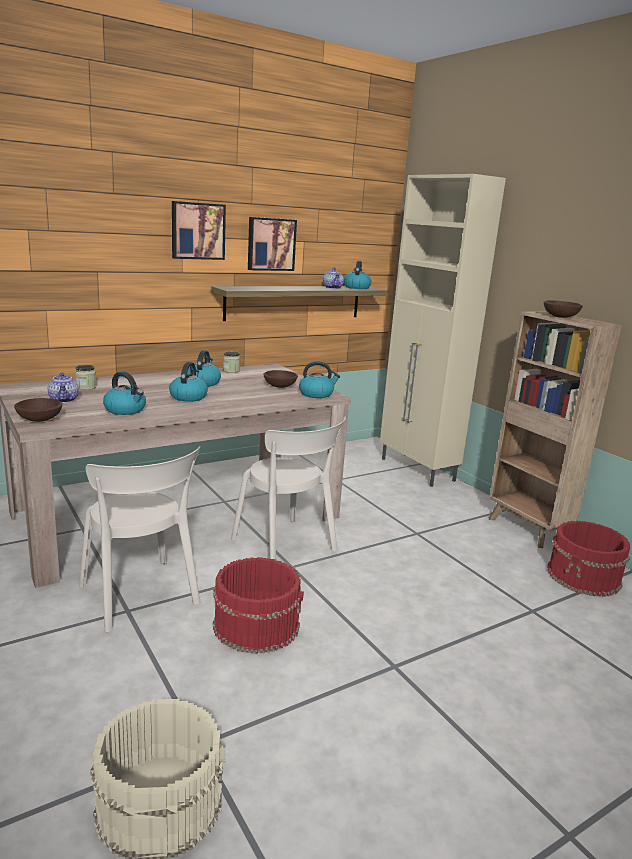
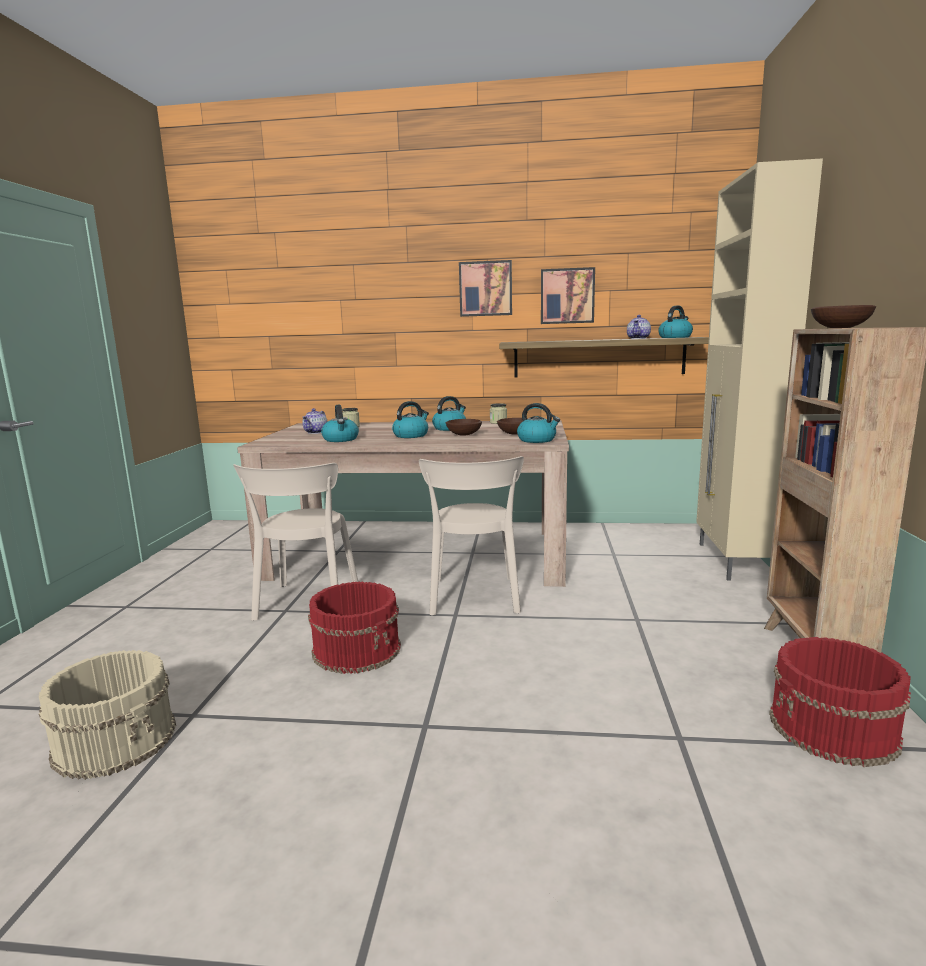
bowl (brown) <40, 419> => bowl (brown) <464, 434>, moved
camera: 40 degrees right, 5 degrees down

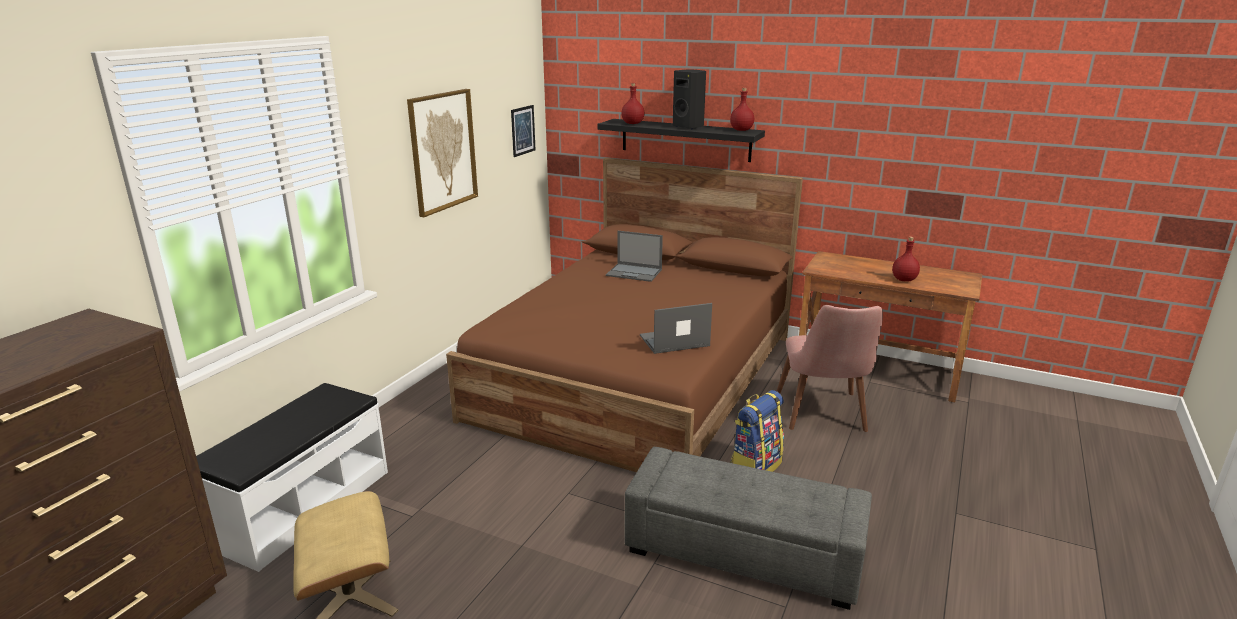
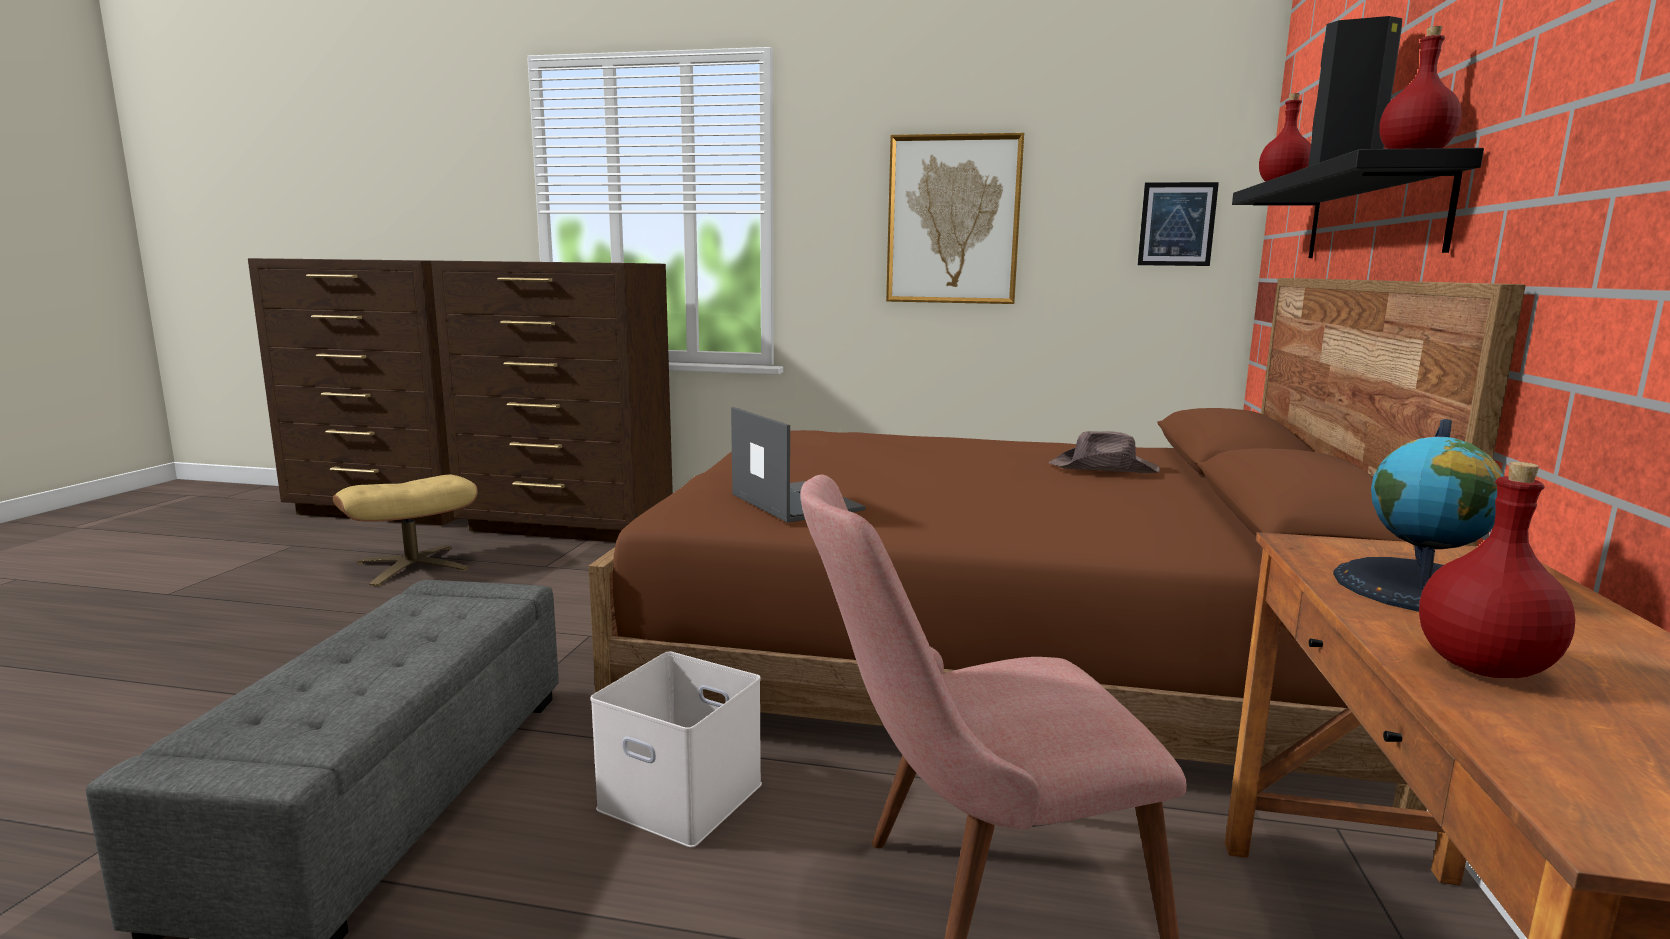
bench (white) <301, 506> => dresser (brown) <568, 526>
backpack <755, 467> => storage box (white) <685, 795>
laptop <634, 273> => hat (brown) <1104, 469>
nothing => globe <1420, 588>
camera: 75 degrees right, 10 degrees down

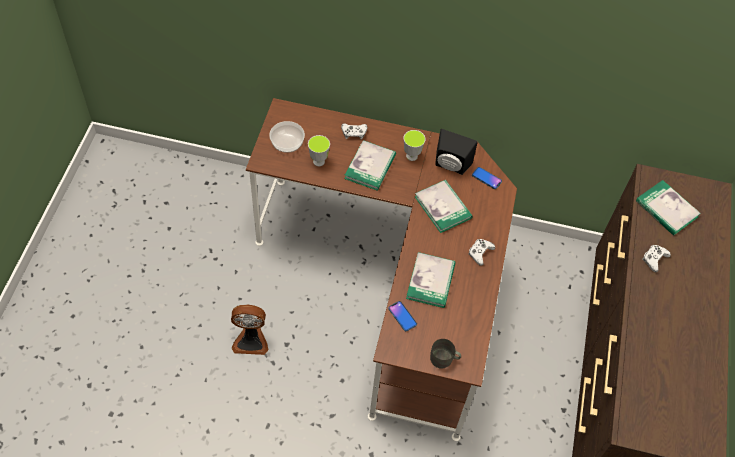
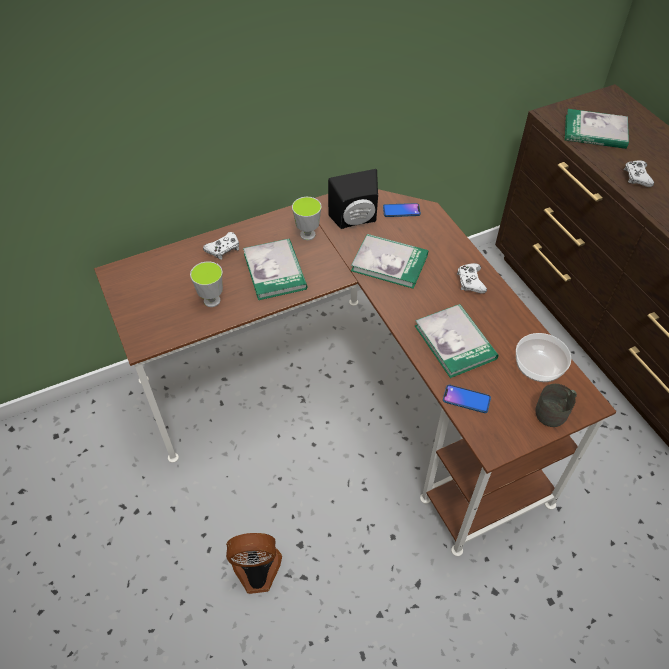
fan <251, 340> => fan <257, 572>, 150 degrees counterclockwise
bowl <287, 143> => bowl <538, 367>, moved
camera: 35 degrees left, 5 degrees down

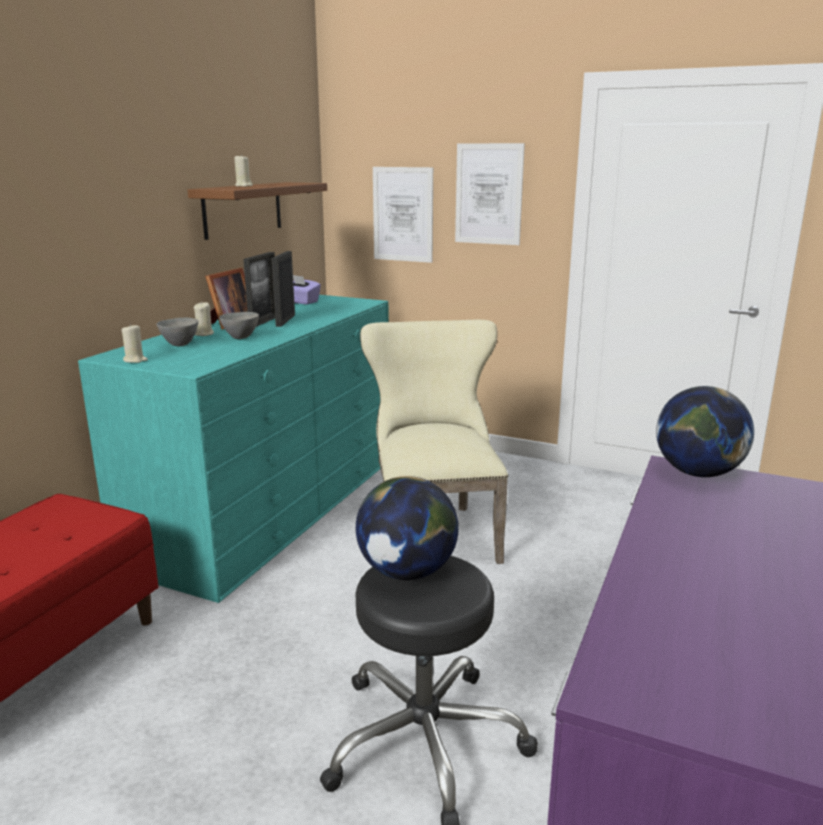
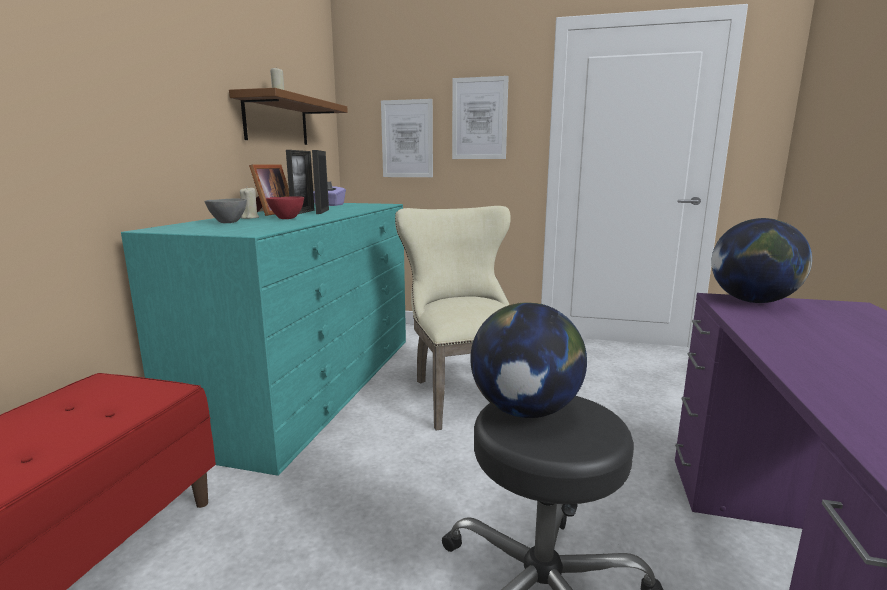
bowl (grey) <240, 337> => bowl (red) <286, 218>
candle (beige) <135, 360> => nothing
camera: 10 degrees left, 5 degrees down

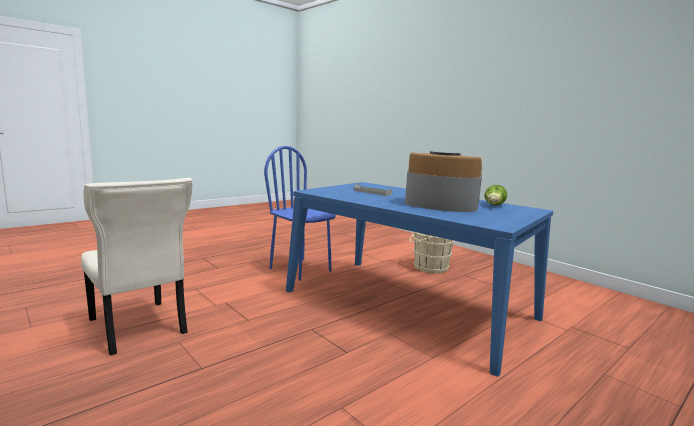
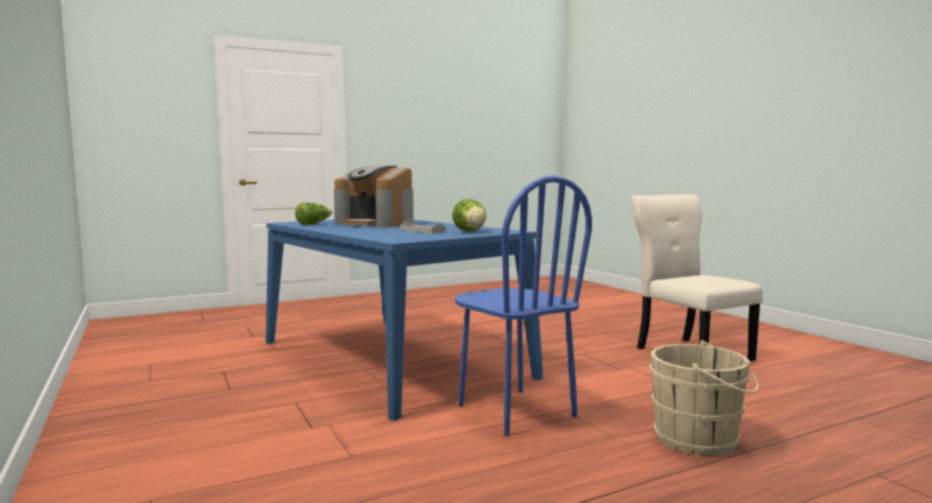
nothing => lettuce <471, 231>
bucket (beige) <428, 267> => bucket (beige) <701, 439>, moved
camera: 165 degrees left, 5 degrees down

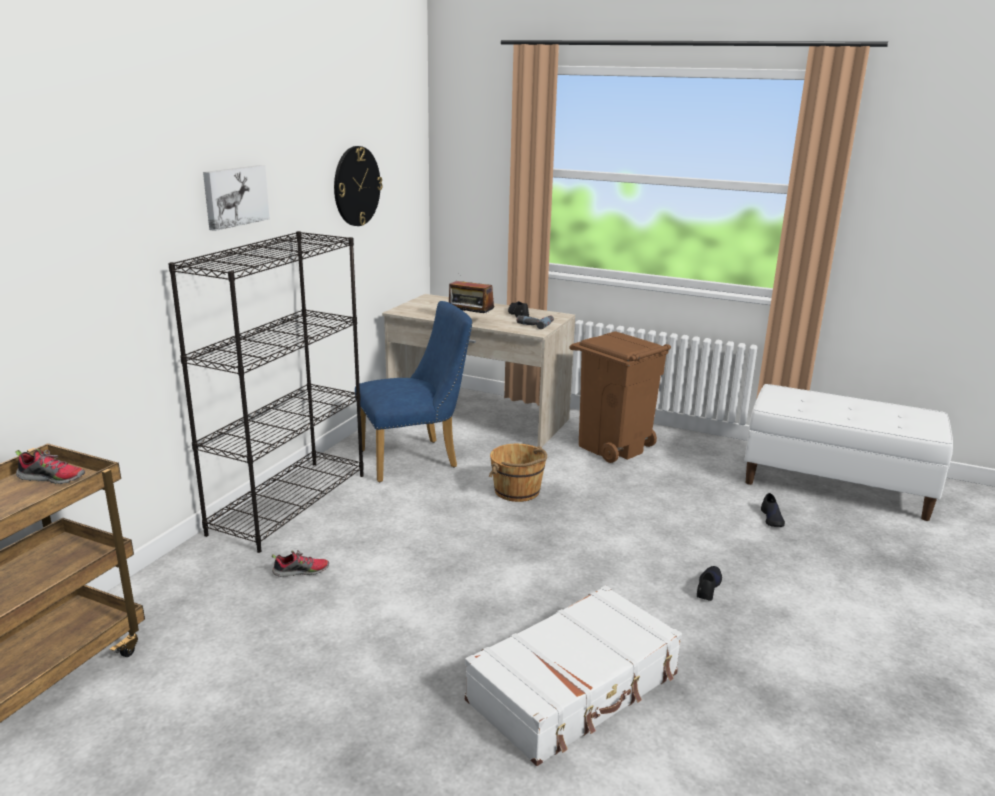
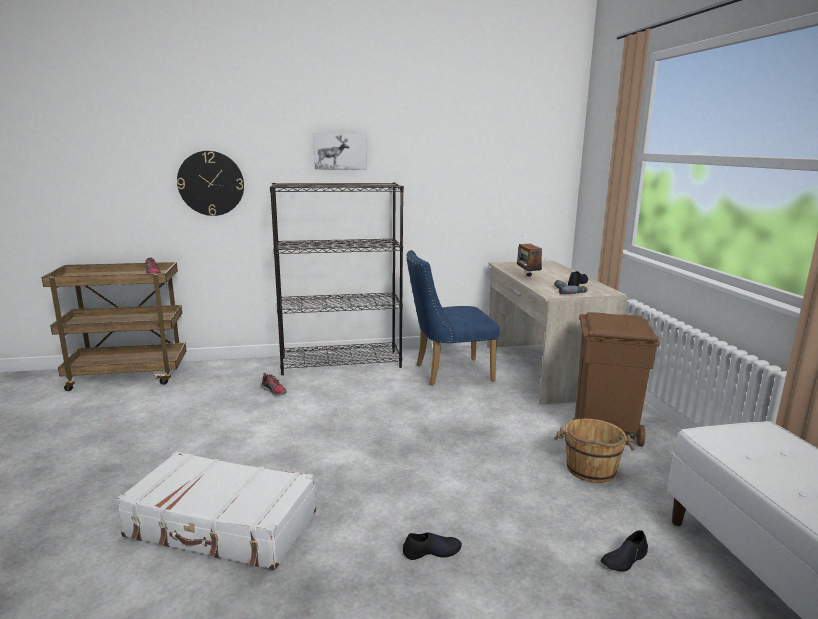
wall clock <356, 186> => wall clock <211, 183>, moved
chair (blue) <415, 459> => chair (blue) <447, 373>, 135 degrees clockwise
bucket (brown) <517, 491> => bucket (brown) <590, 470>, moved
camera: 55 degrees right, 5 degrees down

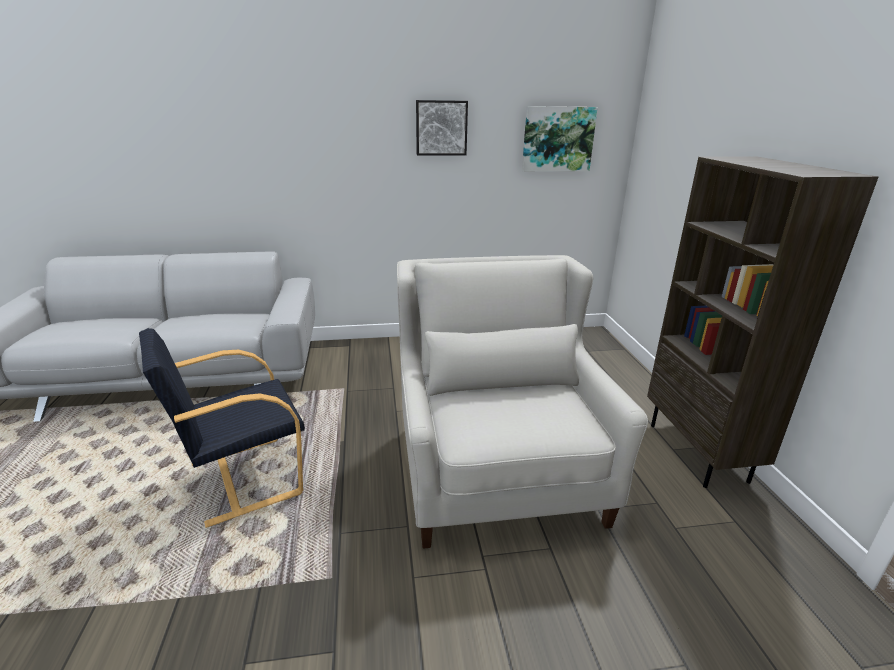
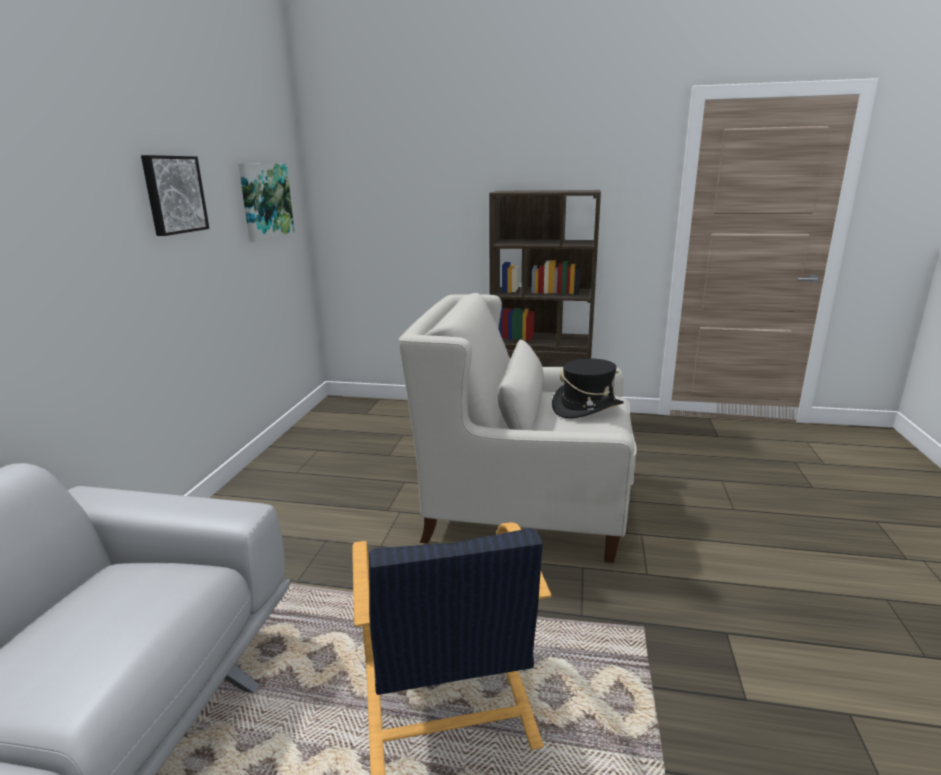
nothing => hat (black) <587, 408>
camera: 70 degrees left, 5 degrees down

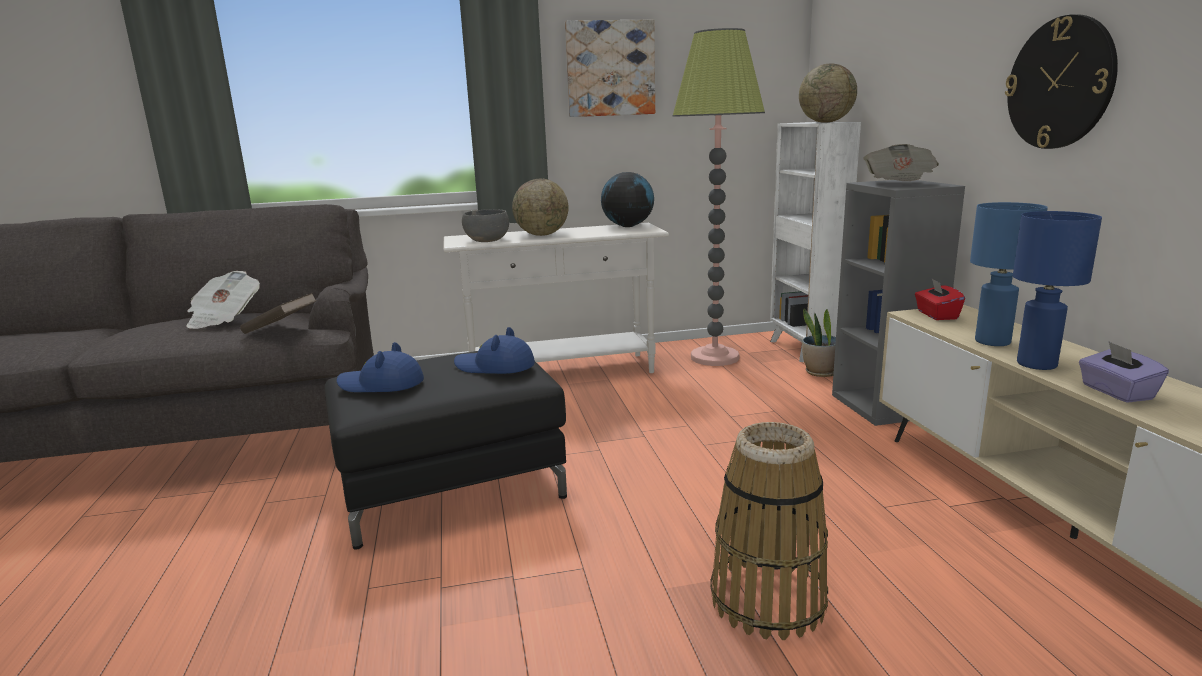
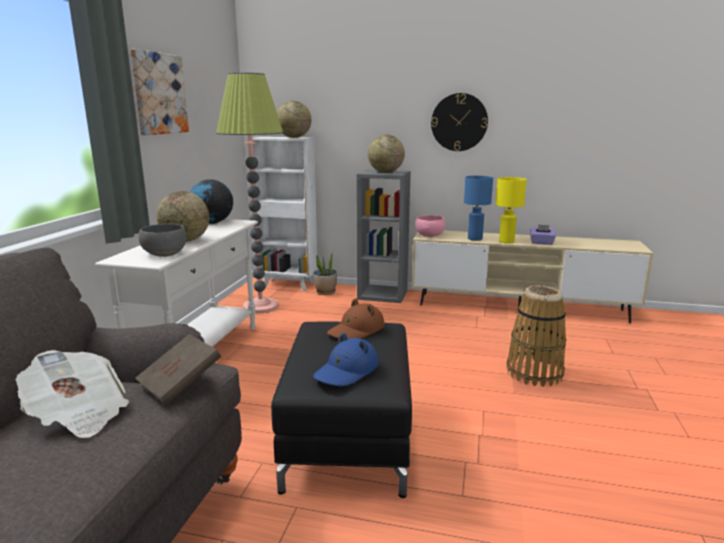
hat (blue) <495, 366> => hat (brown) <356, 330>
newspaper <899, 184> => globe <385, 172>
tissue box (red) <936, 315> => bowl (pink) <430, 235>
table lamp (blue) <1036, 364> => table lamp (yellow) <506, 242>
camera: 65 degrees left, 0 degrees up

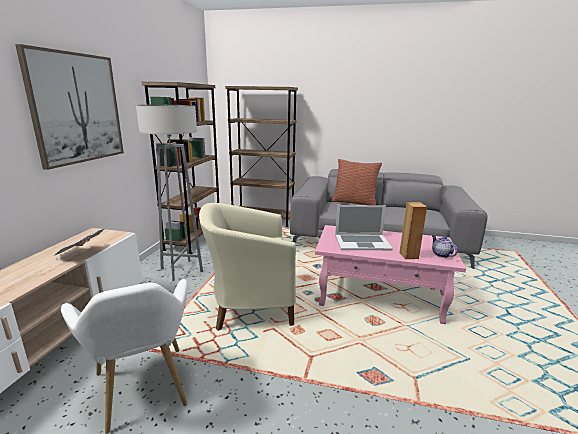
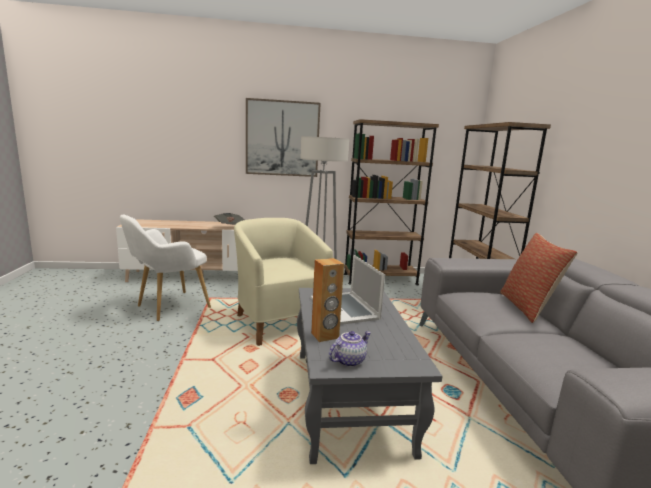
coffee table (pink) <380, 297> => coffee table (grey) <349, 399>
camera: 70 degrees right, 5 degrees down

